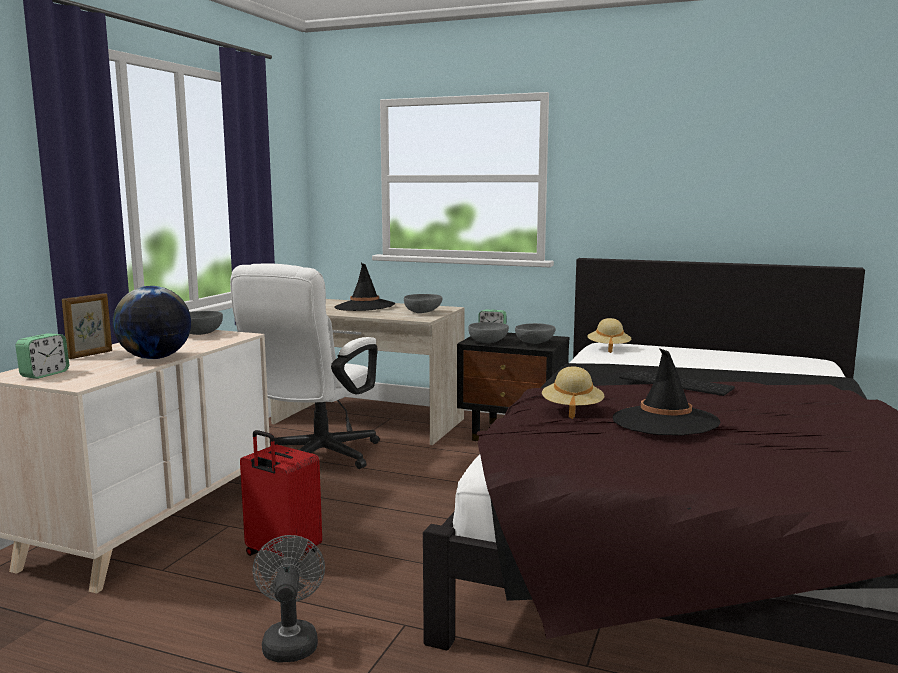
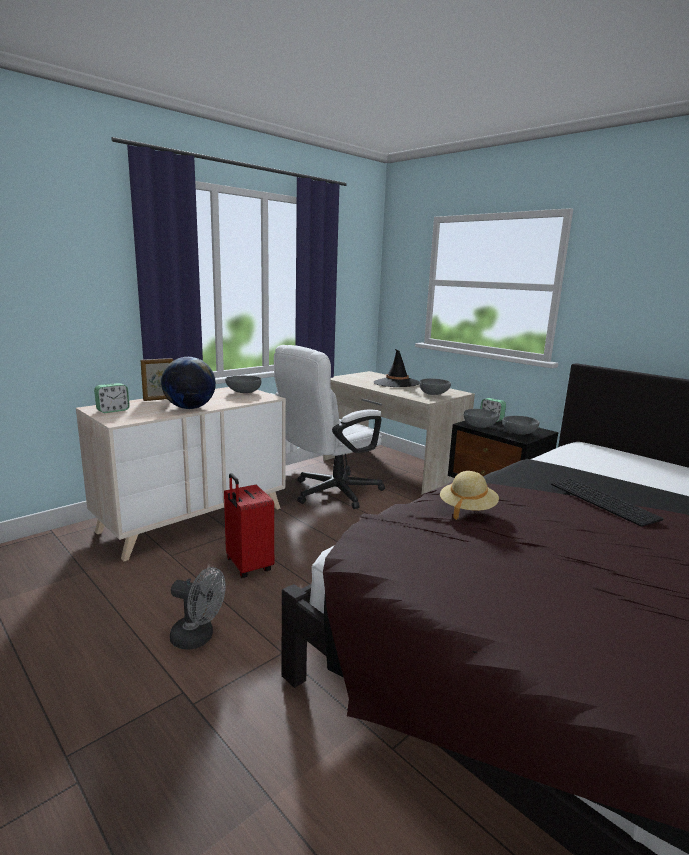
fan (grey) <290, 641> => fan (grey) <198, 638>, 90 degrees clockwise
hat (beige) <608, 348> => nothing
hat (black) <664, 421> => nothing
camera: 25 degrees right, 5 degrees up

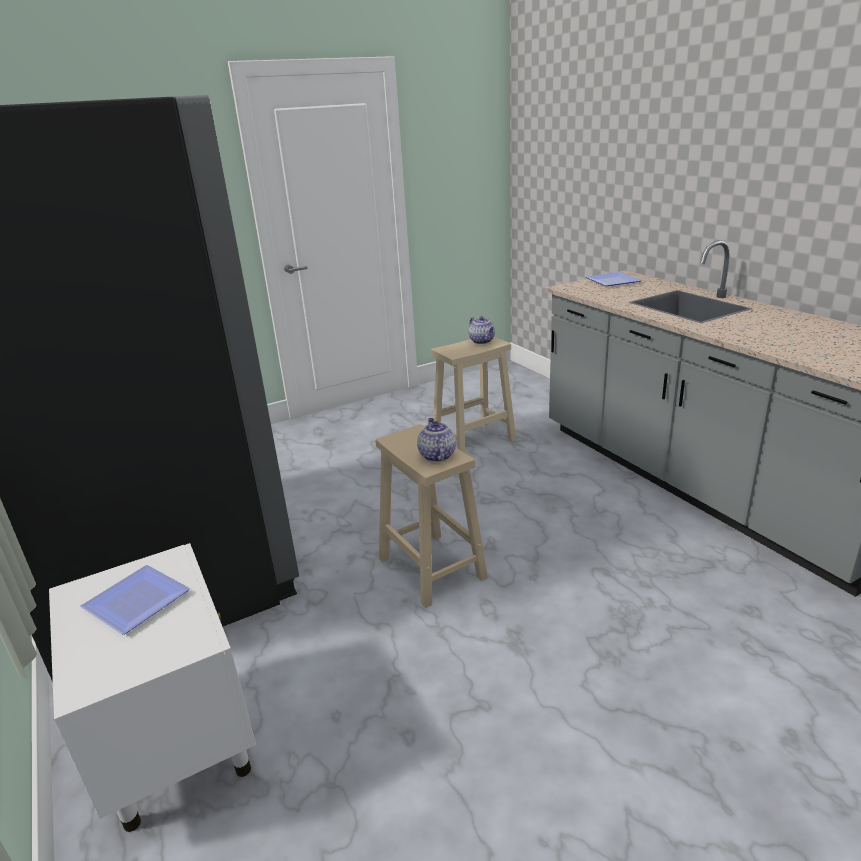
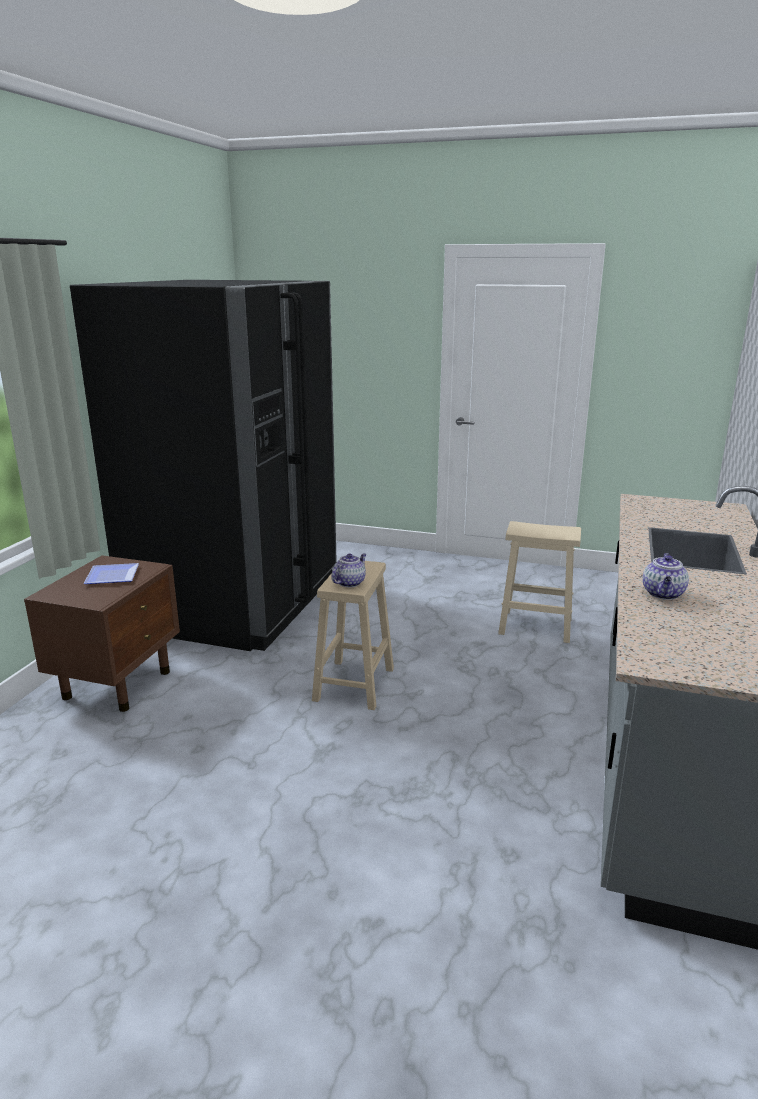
nightstand (white) <178, 750> => nightstand (brown) <118, 683>
teapot <482, 341> => teapot <663, 594>, moved
plate <611, 281> => nothing
camera: 45 degrees right, 5 degrees down

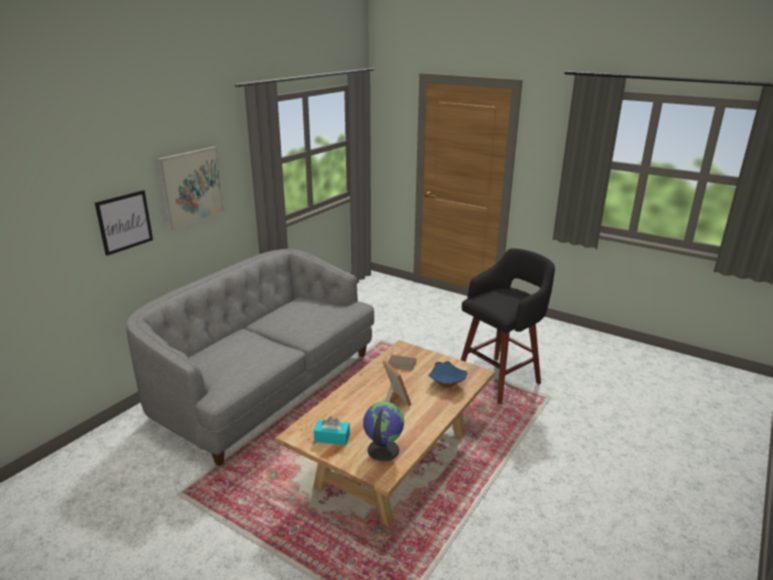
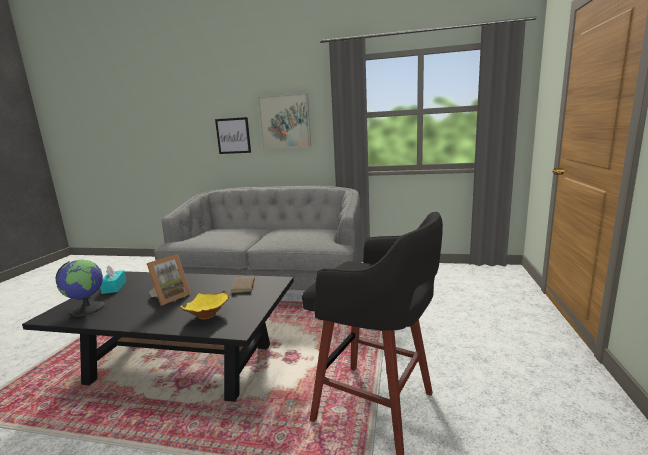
coffee table (beige) <393, 459> => coffee table (black) <182, 363>
bowl (blue) <447, 383> => bowl (yellow) <208, 316>
camera: 70 degrees right, 10 degrees down

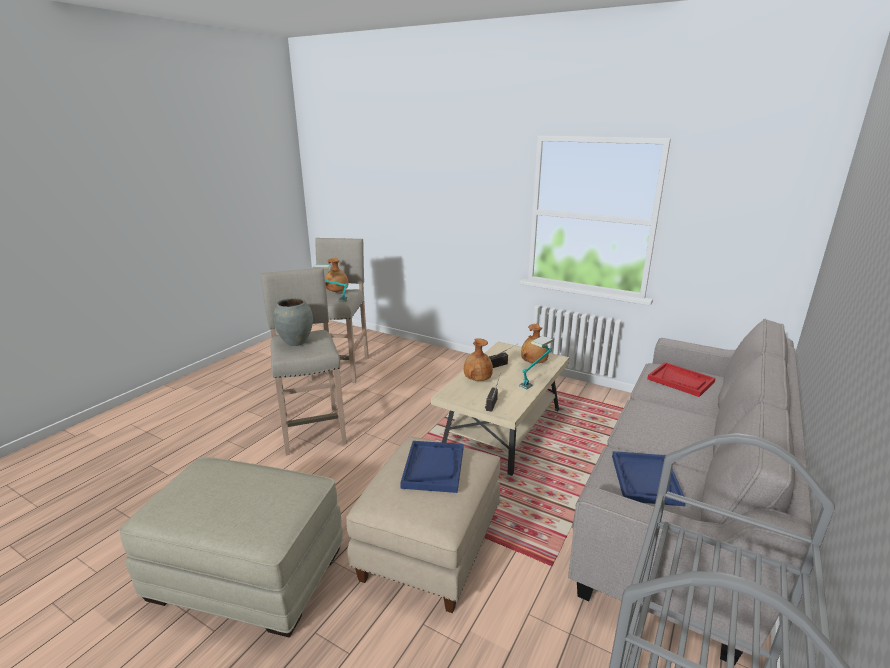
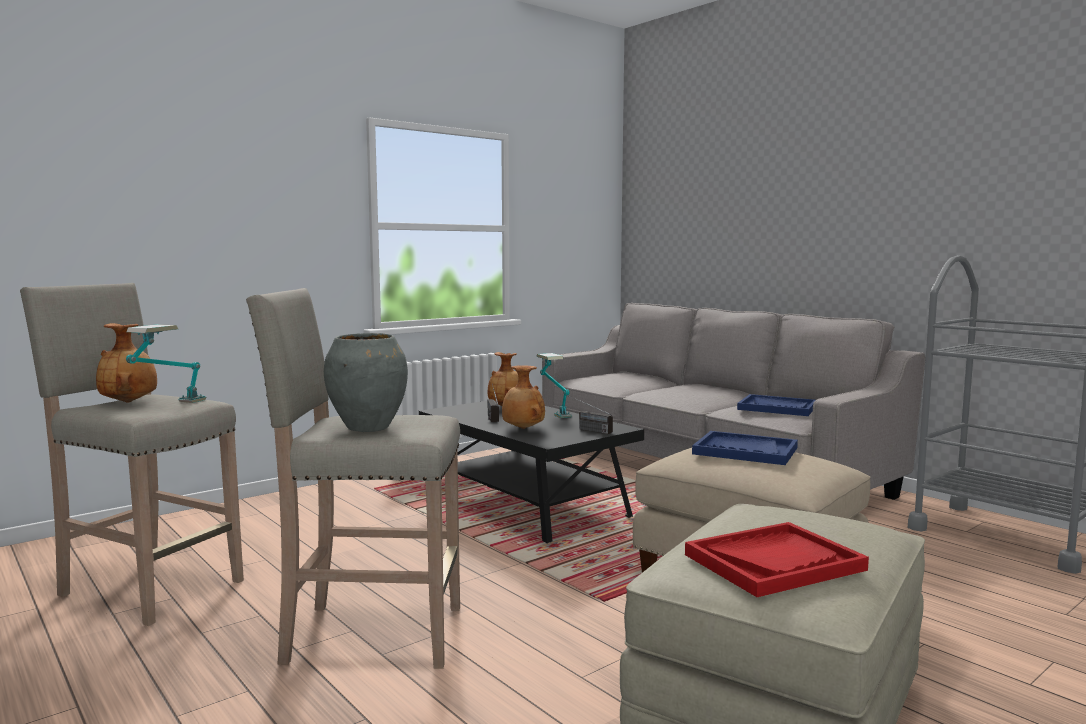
coffee table (beige) <502, 430> => coffee table (black) <527, 506>
tray (red) <680, 380> => tray (red) <774, 562>, moved
camera: 70 degrees left, 15 degrees down

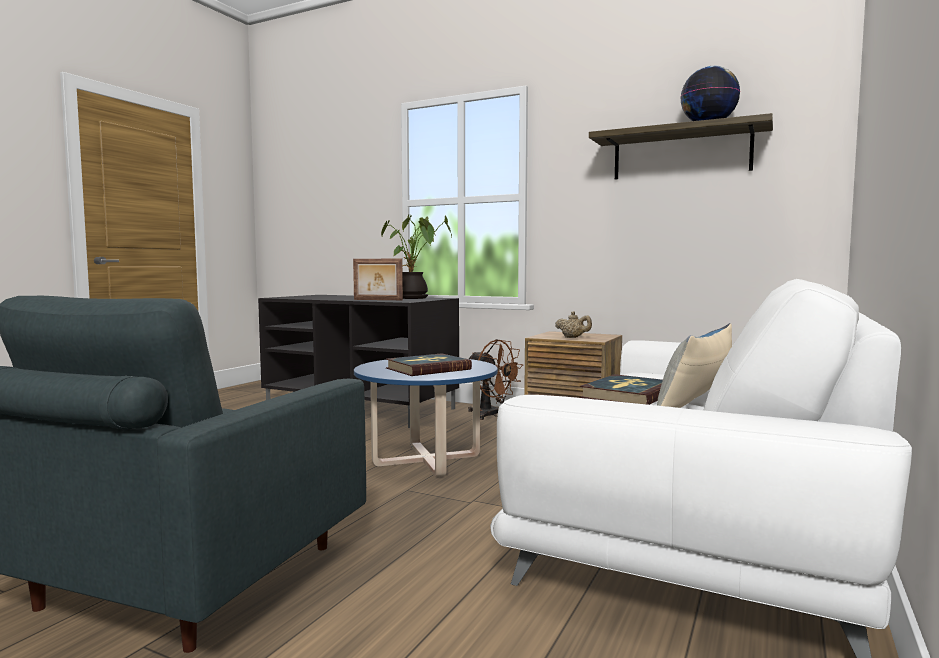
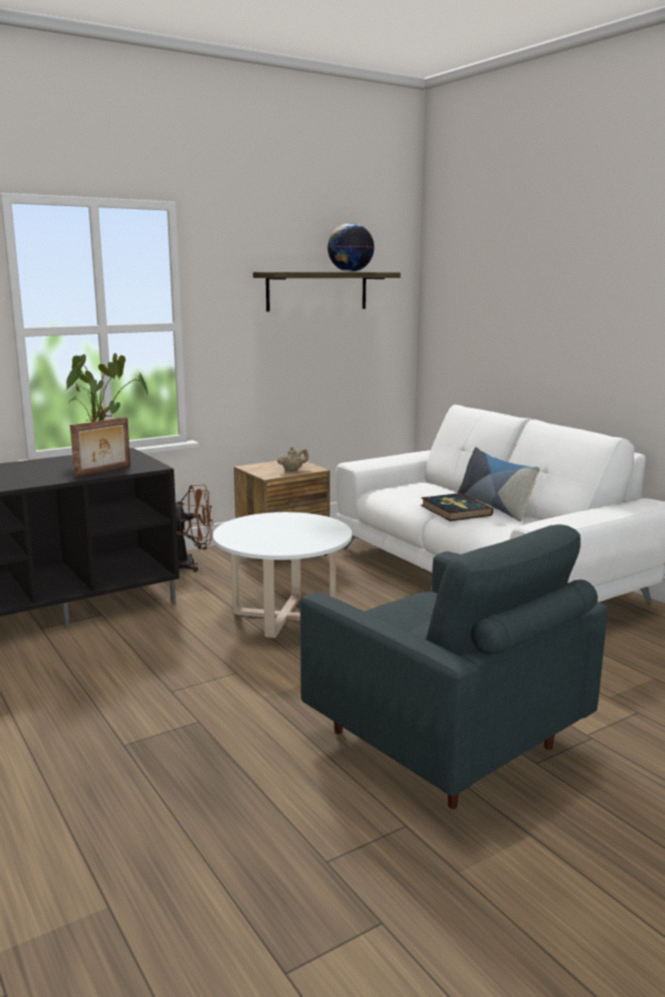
coffee table (blue) <426, 460> => coffee table (white) <283, 617>
book <427, 369> => nothing
camera: 60 degrees left, 10 degrees up

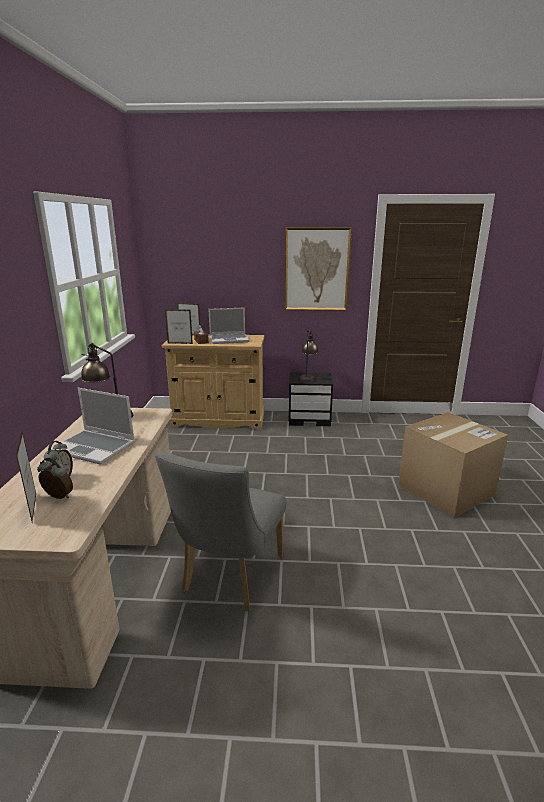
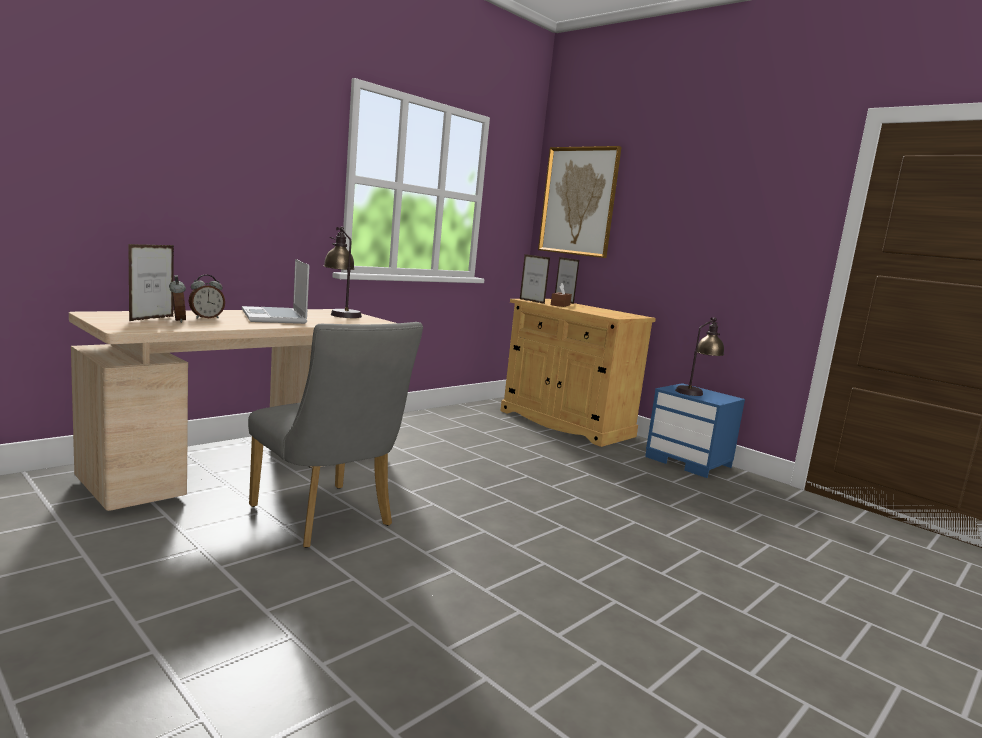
chair (grey) <229, 578> => chair (grey) <327, 519>, 105 degrees counterclockwise
picture <316, 269> => picture <579, 201>, moved
nightstand (black) <309, 418> => nightstand (blue) <689, 462>
laptop <229, 339> => nothing
cardboard box <446, 490> => nothing
camera: 40 degrees right, 10 degrees down

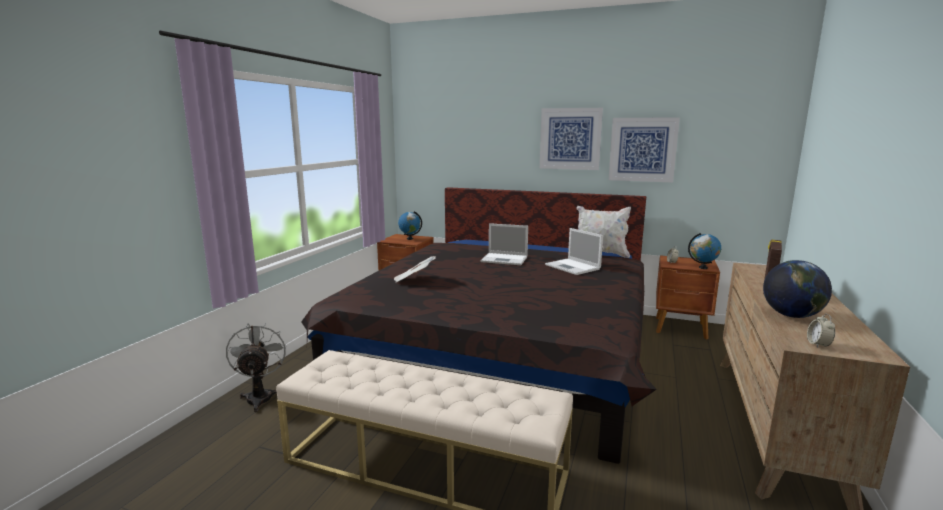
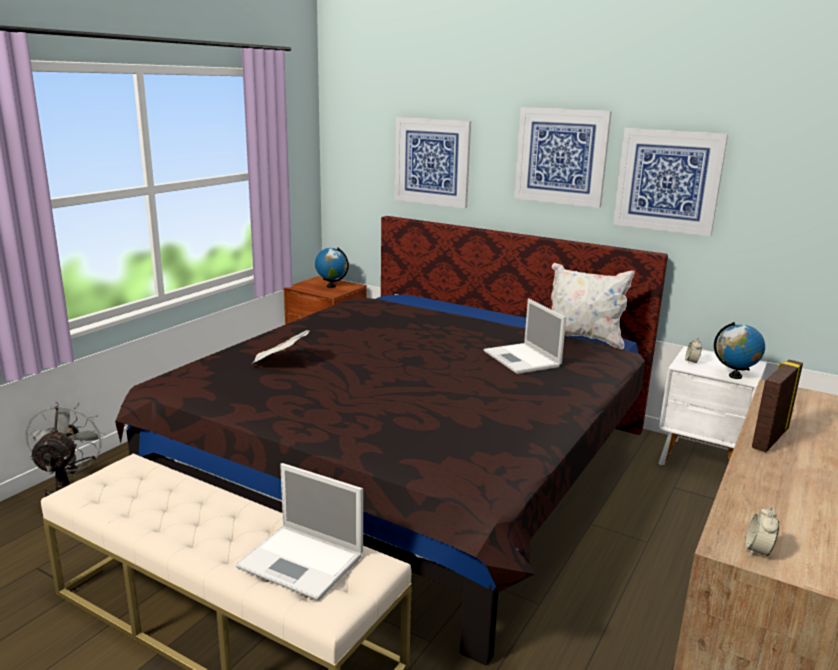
laptop <505, 259> => laptop <303, 562>, moved
nothing => picture <432, 162>
nightstand (brown) <681, 328> => nightstand (white) <702, 462>
globe <791, 316> => nothing
camera: 10 degrees right, 5 degrees up

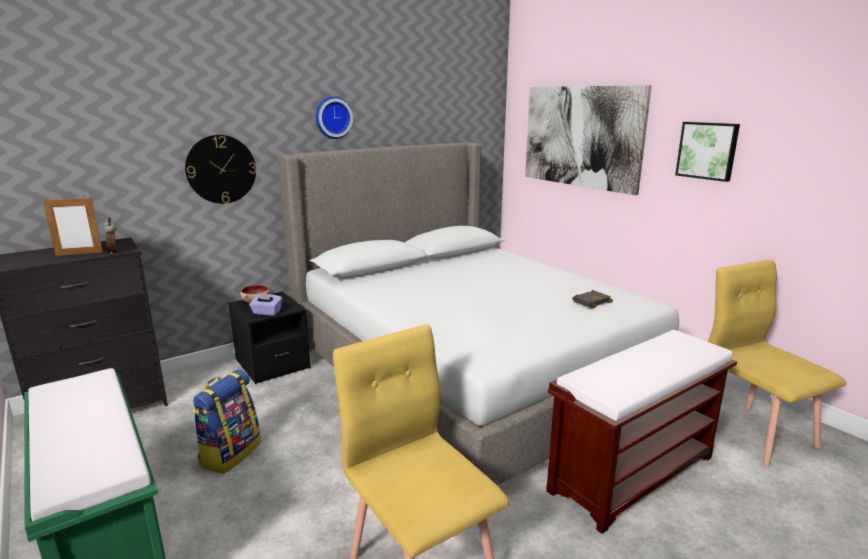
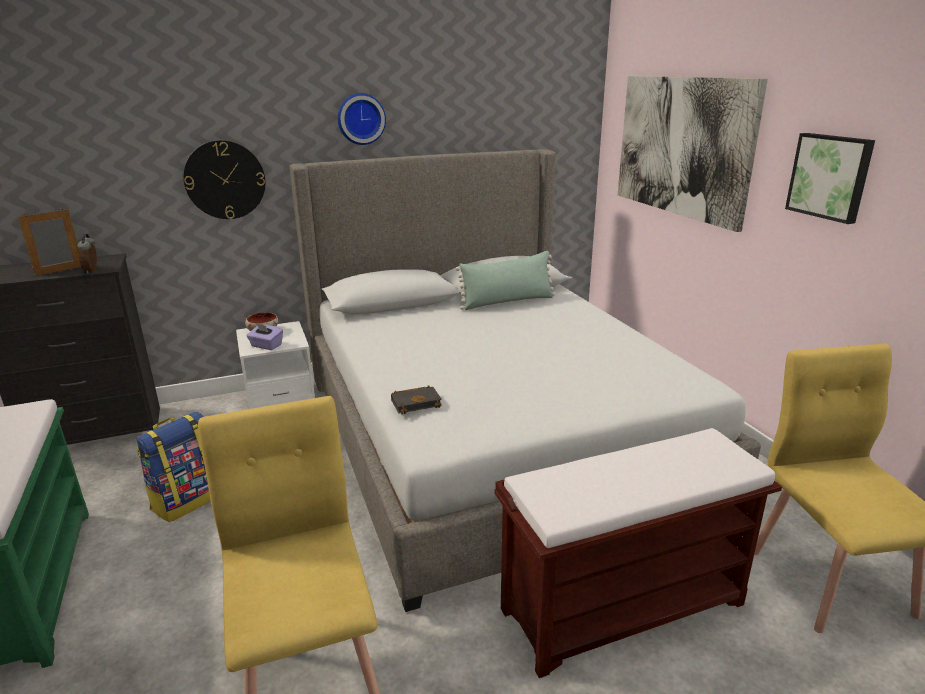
picture frame <79, 254> => picture frame <59, 271>, 135 degrees clockwise
nightstand (black) <272, 364> => nightstand (white) <280, 402>
book (black) <591, 301> => book (black) <417, 402>, moved
nothing => pillow (green) <507, 302>
camera: 15 degrees right, 5 degrees up

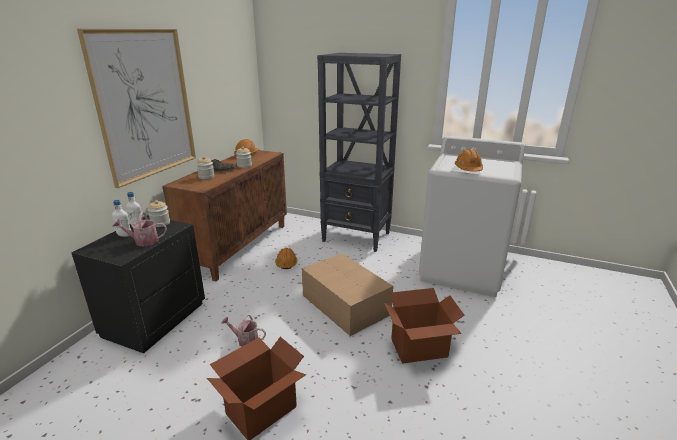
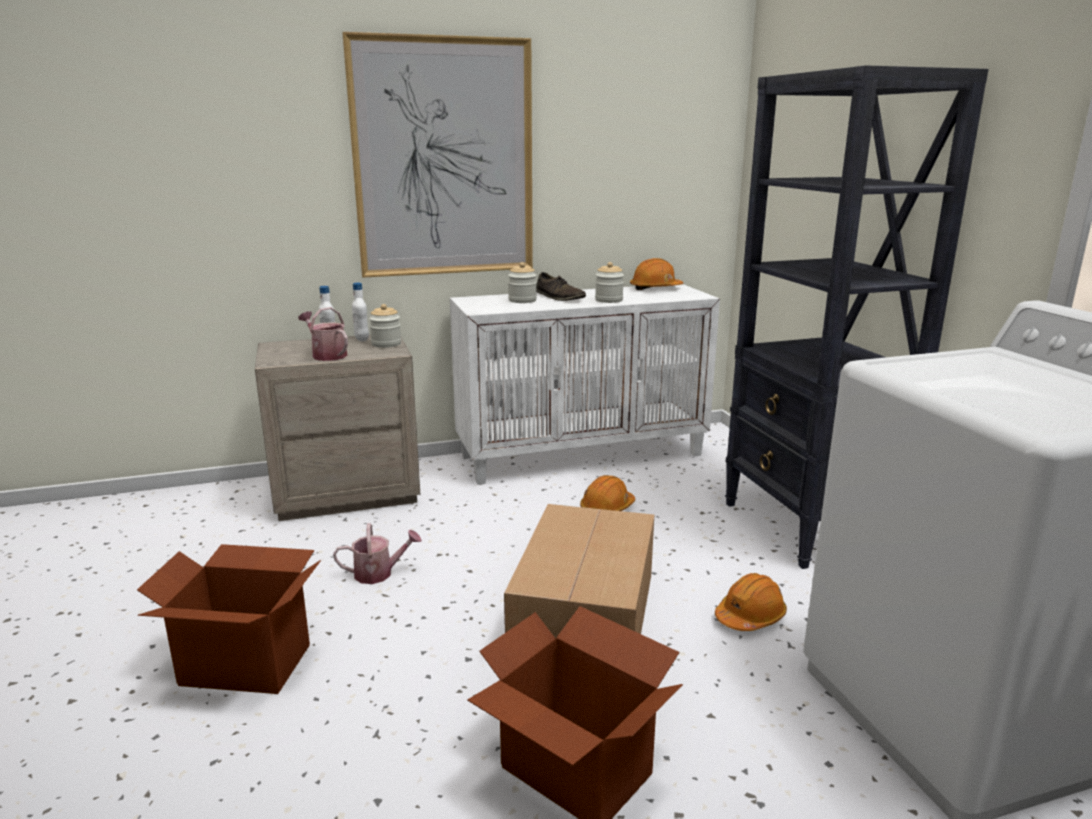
nightstand (black) <154, 319> => nightstand (beige) <346, 492>
watering can <245, 340> => watering can <379, 573>, 105 degrees clockwise
cabinet (brown) <238, 246> => cabinet (white) <582, 455>
hard hat (orange) <468, 169> => hard hat (orange) <750, 616>, moved
camera: 50 degrees right, 5 degrees down

